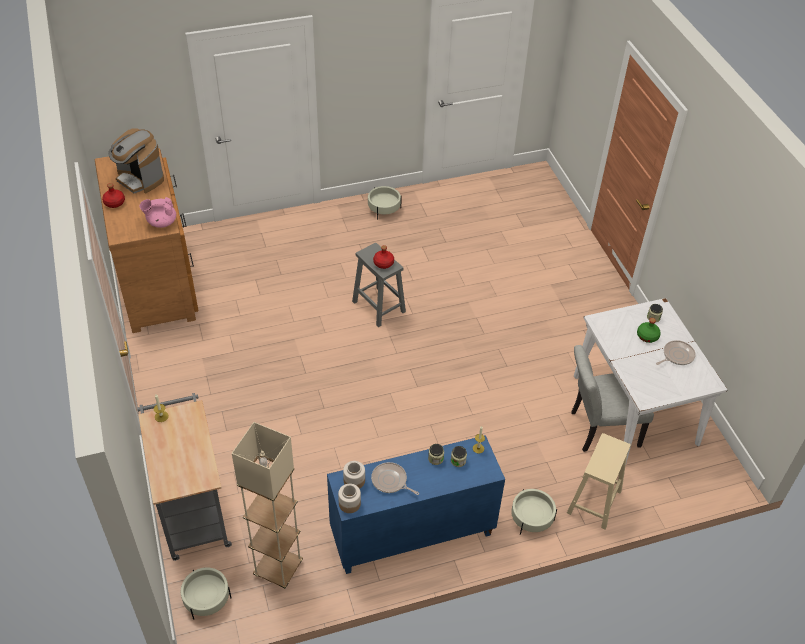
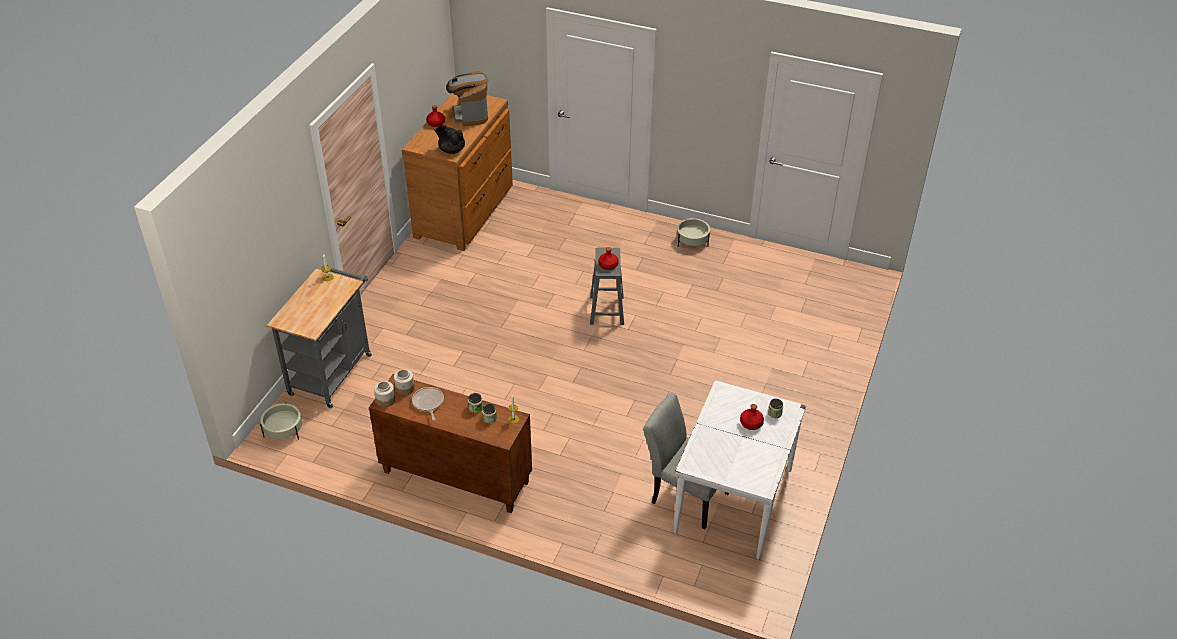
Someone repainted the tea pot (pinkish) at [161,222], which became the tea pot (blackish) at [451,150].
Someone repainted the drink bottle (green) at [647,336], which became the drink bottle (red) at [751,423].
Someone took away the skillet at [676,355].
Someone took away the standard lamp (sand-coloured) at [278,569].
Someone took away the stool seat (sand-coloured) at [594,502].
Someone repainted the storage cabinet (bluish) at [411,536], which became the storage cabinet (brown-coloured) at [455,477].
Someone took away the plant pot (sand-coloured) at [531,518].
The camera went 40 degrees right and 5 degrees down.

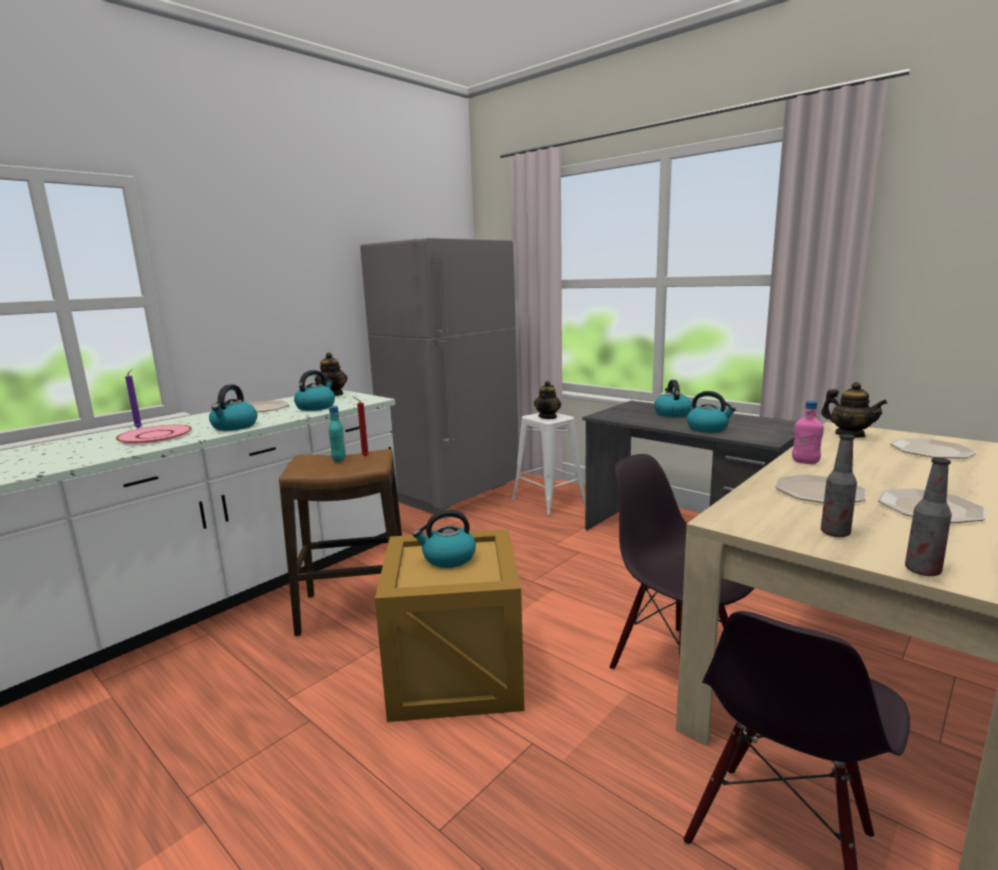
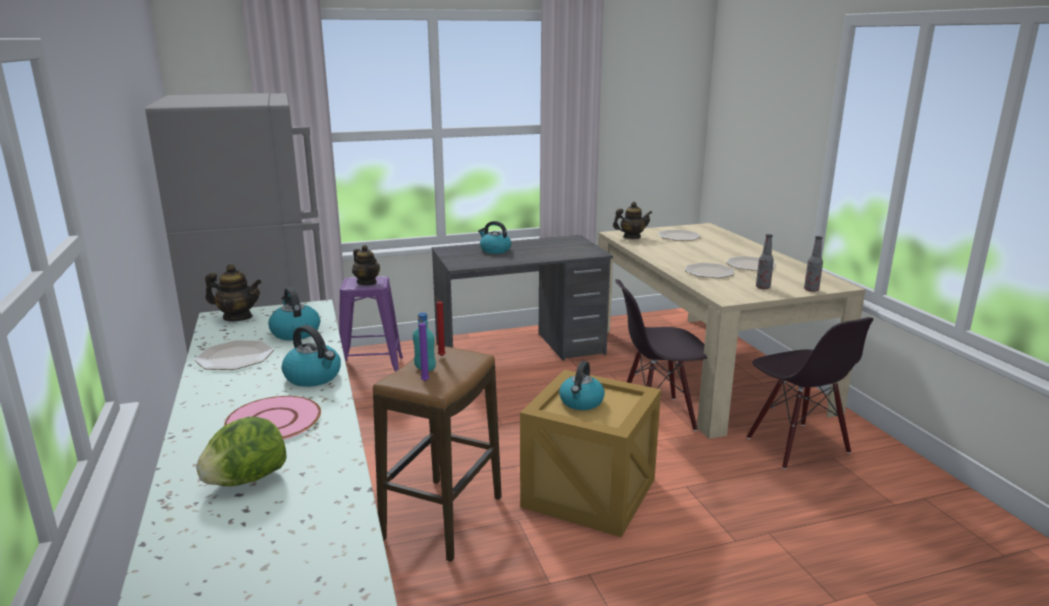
Someone carried the candle (purplish) from [139,427] to [424,380].
Someone took away the tea kettle at [708,428].
Someone took away the drink bottle (pinkish) at [805,462].
Someone repainted the stool seat (white) at [548,500], which became the stool seat (purplish) at [371,369].
Someone put down the head of lettuce at [246,480].
The camera went 60 degrees left and 5 degrees up.

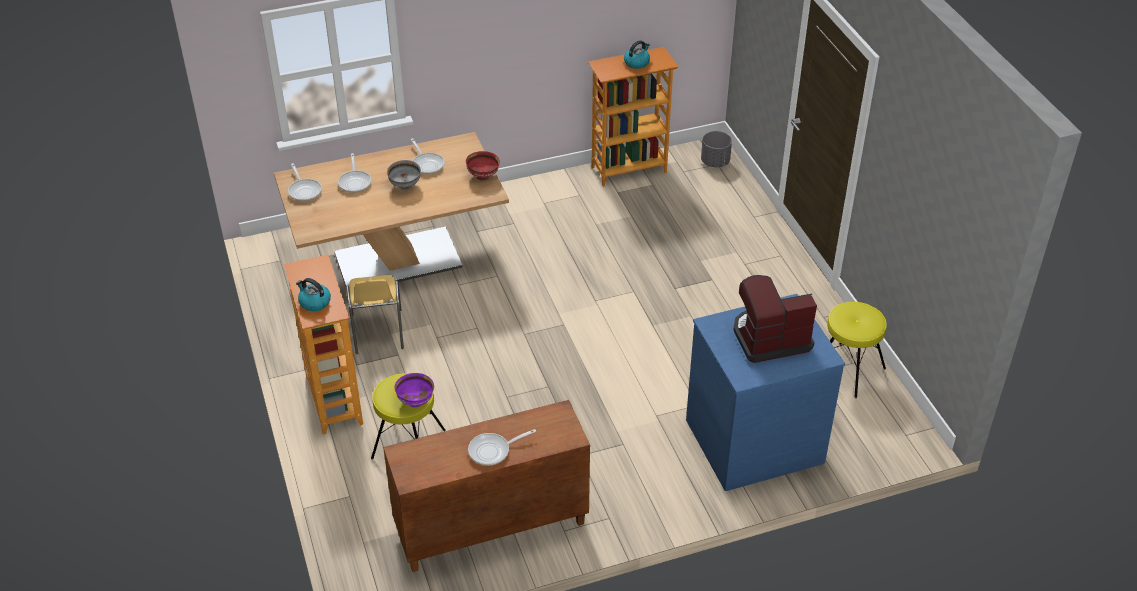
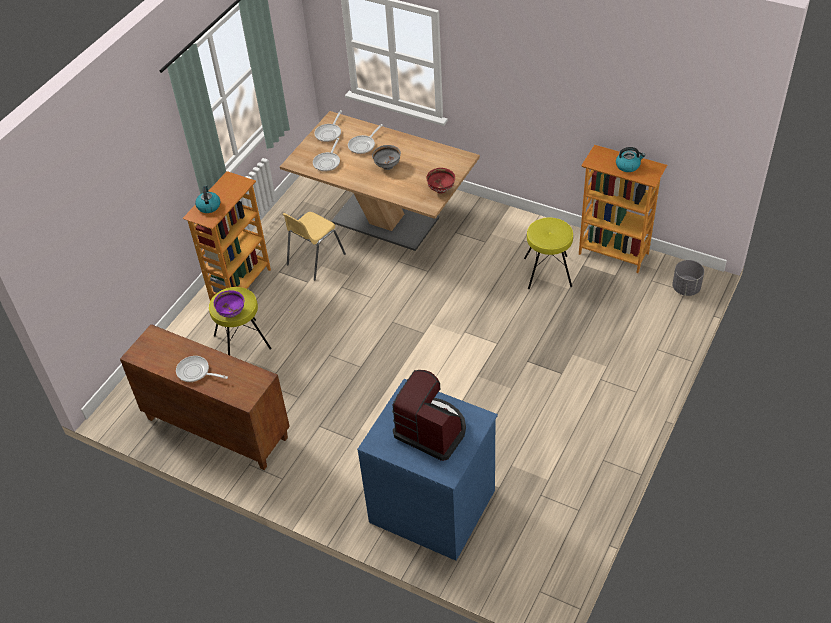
Someone carried the skillet from [427,164] to [328,162].
Someone carried the stool seat (yellowish) from [847,369] to [548,272].
The camera went 50 degrees right and 5 degrees up.

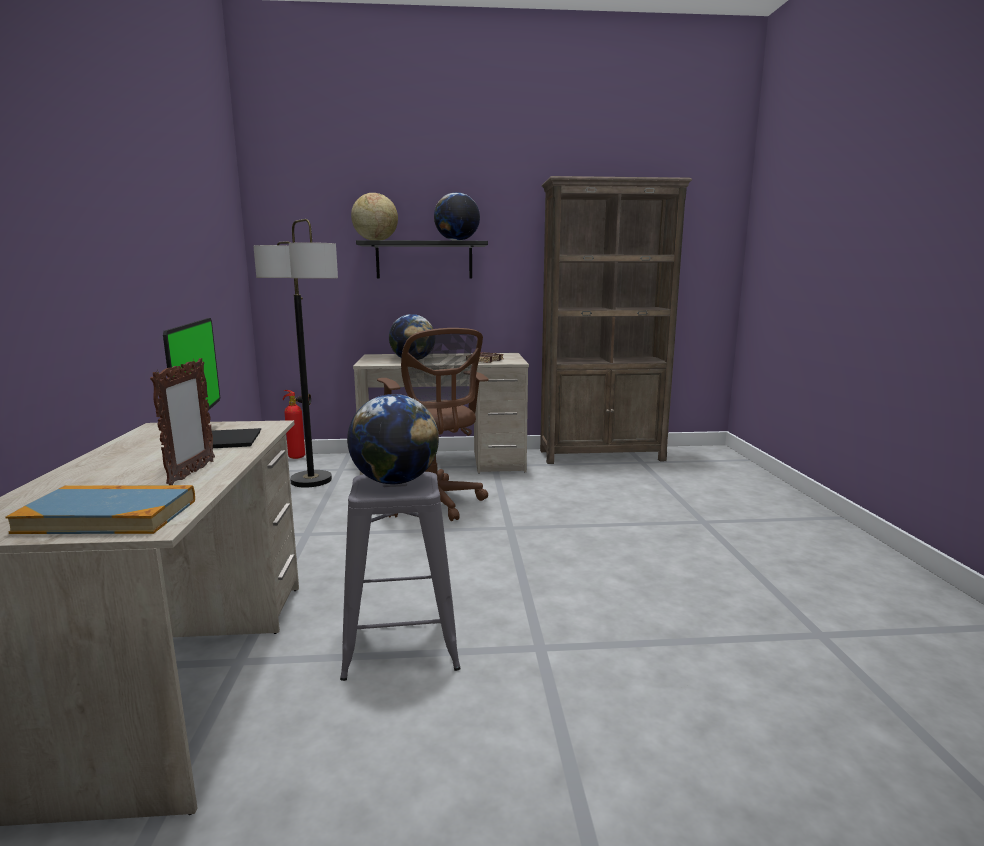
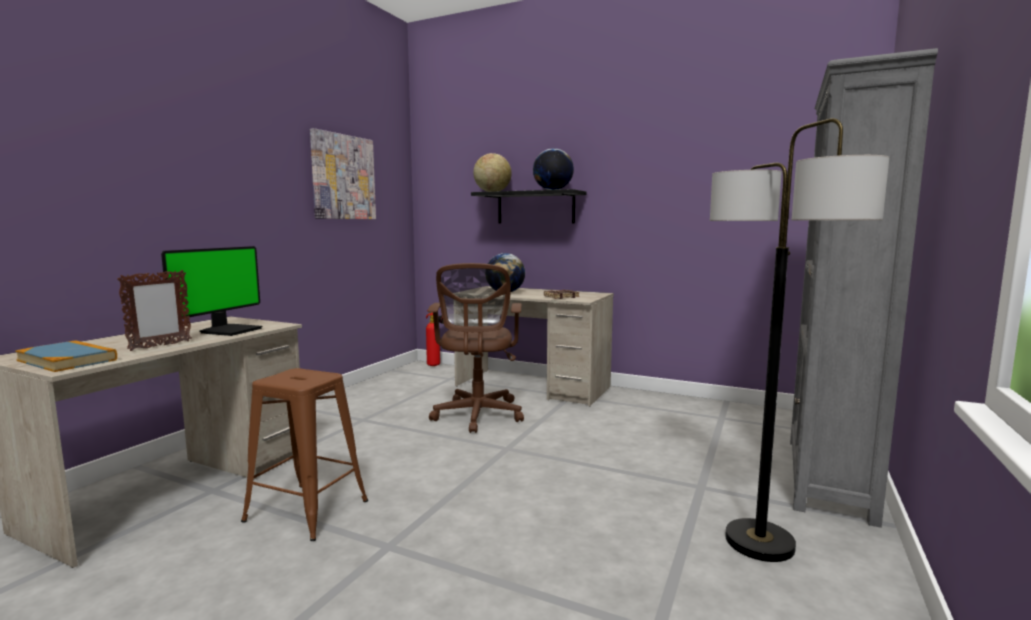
Someone took away the bookcase (brown-coloured) at [602,455].
Someone carried the standard lamp from [311,480] to [759,542].
Someone took away the globe at [395,481].
Someone repainted the stool seat (gray) at [401,644], which became the stool seat (brown-coloured) at [307,511].
Someone put down the bookcase (gray) at [828,478].
Someone put up the wall art at [343,177].
The camera went 30 degrees right and 5 degrees down.

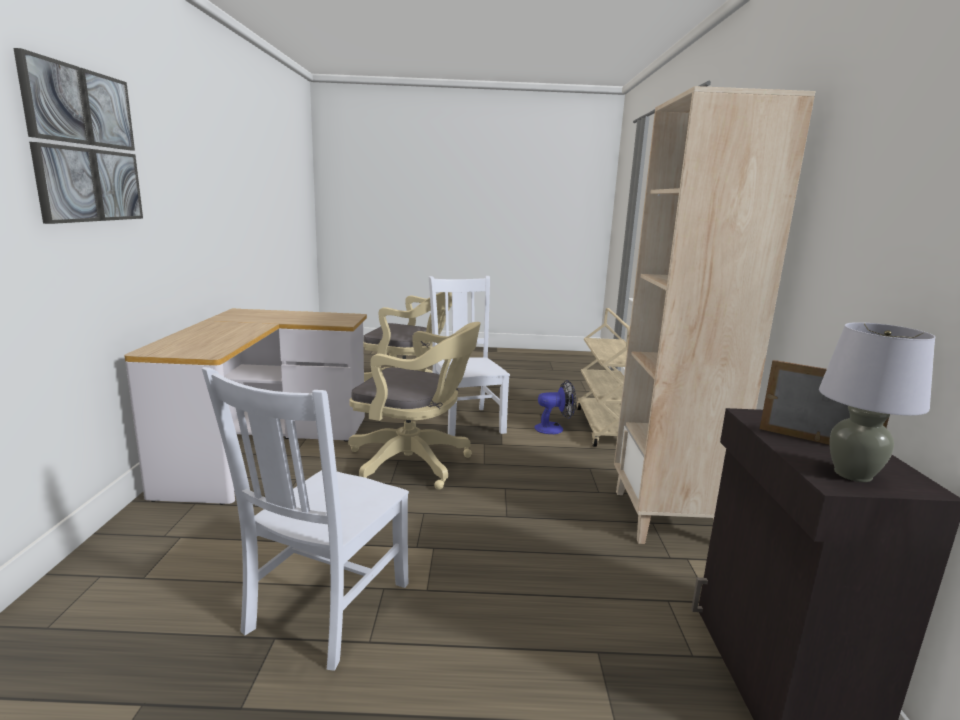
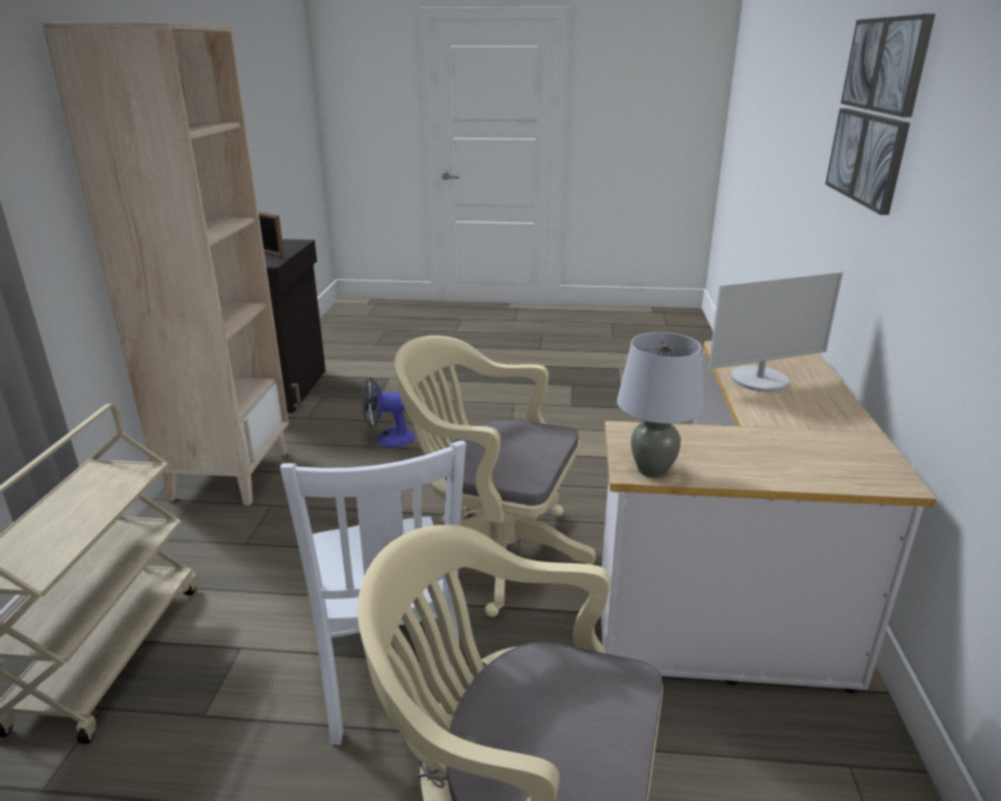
Someone carried the table lamp (gray) from [853,474] to [652,470].
Someone took away the chair (white) at [325,610].
Someone carried the cooling fan from [554,428] to [388,438].
Someone put down the computer screen at [760,380].
The camera went 175 degrees left and 10 degrees up.

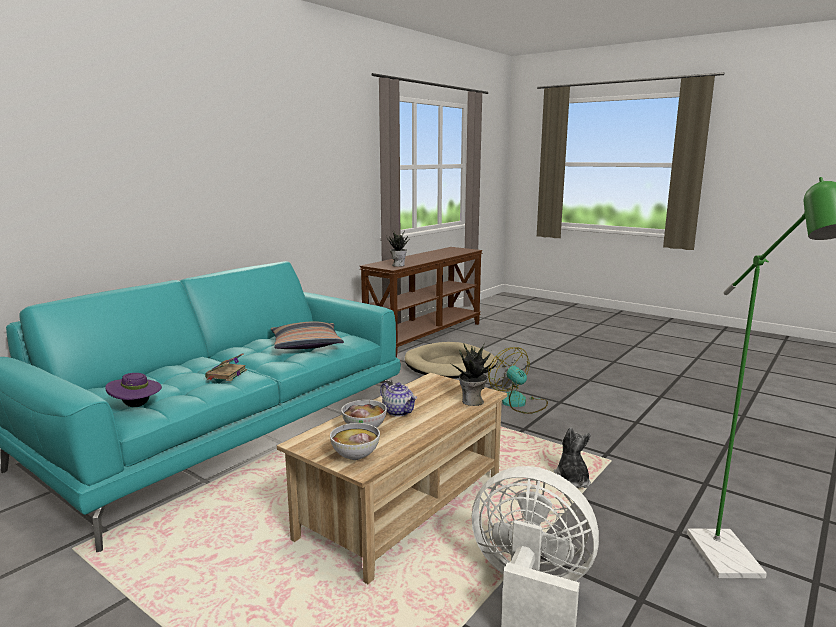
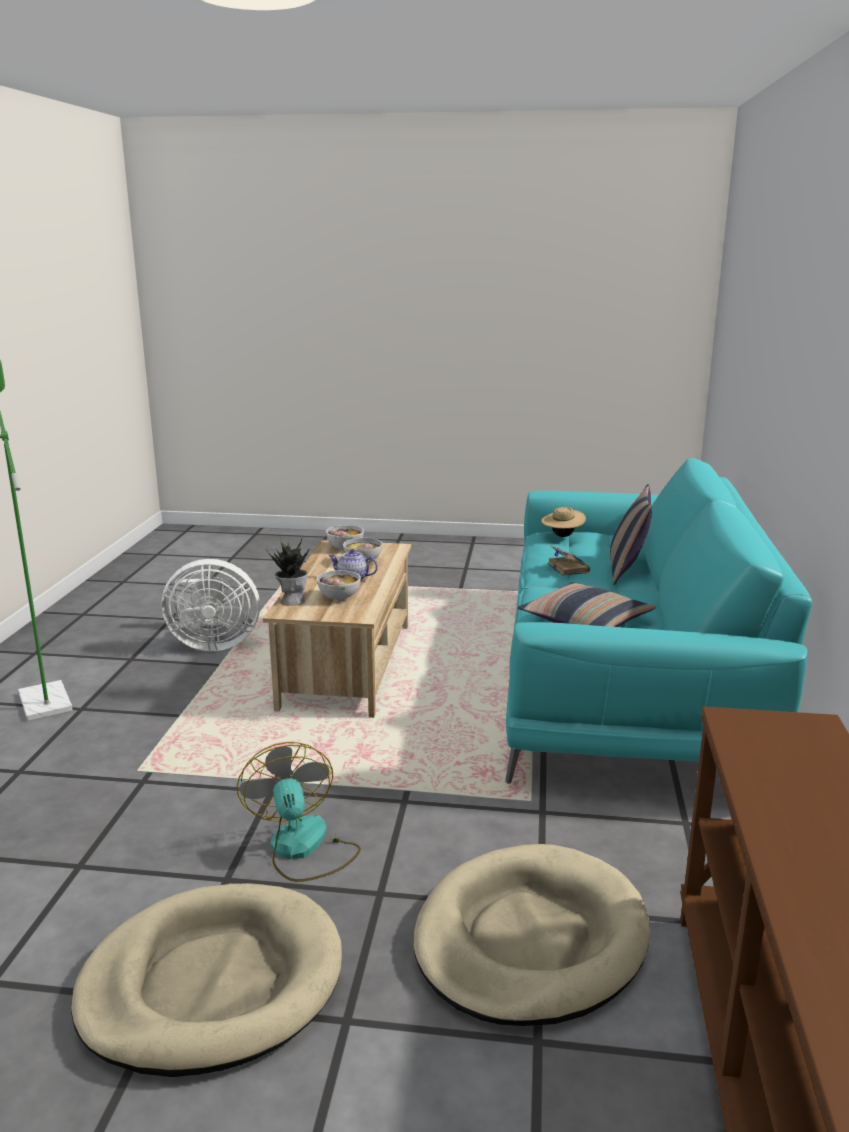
Someone took away the plant in a pot at [398,265].
Someone rotated the cooling fan at [519,403] by 135 degrees counterclockwise.
Someone repainted the wearable hat (purplish) at [136,406], which became the wearable hat (sand-coloured) at [562,536].
Someone took away the plush toy at [571,481].
Someone put down the pillow at [627,571].
Someone put down the serving bowl at [339,598].
Someone put down the dog bed (sand-coloured) at [212,983].
The camera went 150 degrees right and 5 degrees up.

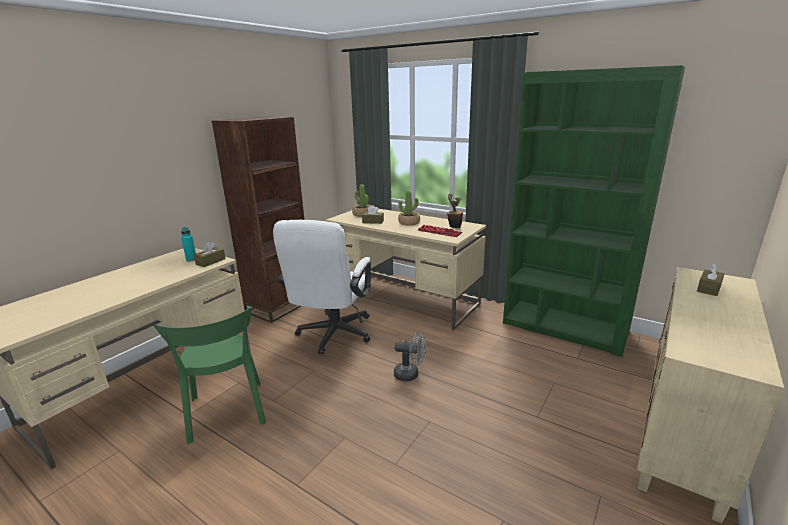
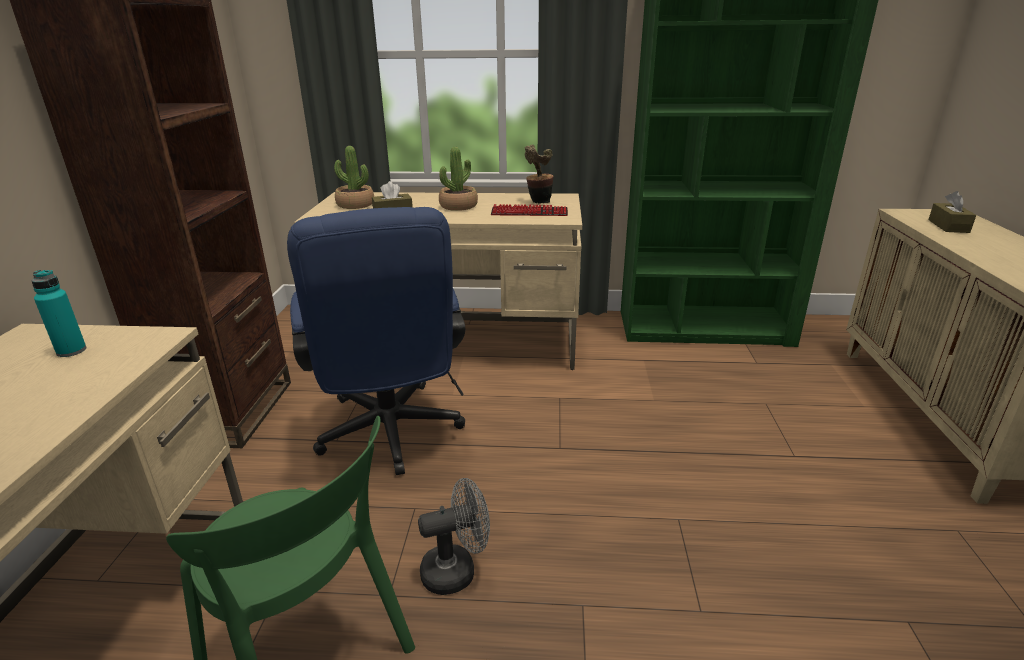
Someone repainted the computer chair (white) at [332,336], which became the computer chair (bluish) at [391,436].
Someone took away the tissue box (brown-coloured) at [210,261].
Someone carried the cooling fan (gray) from [410,374] to [457,570].
The camera went 30 degrees left and 5 degrees up.

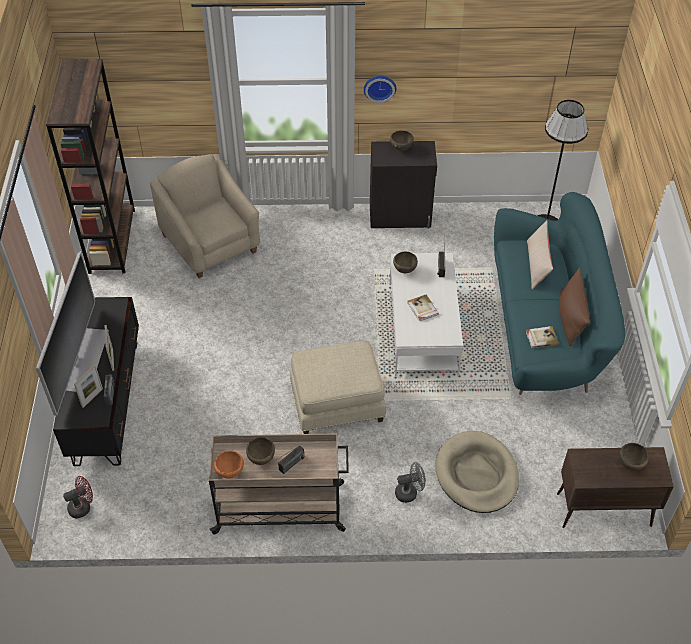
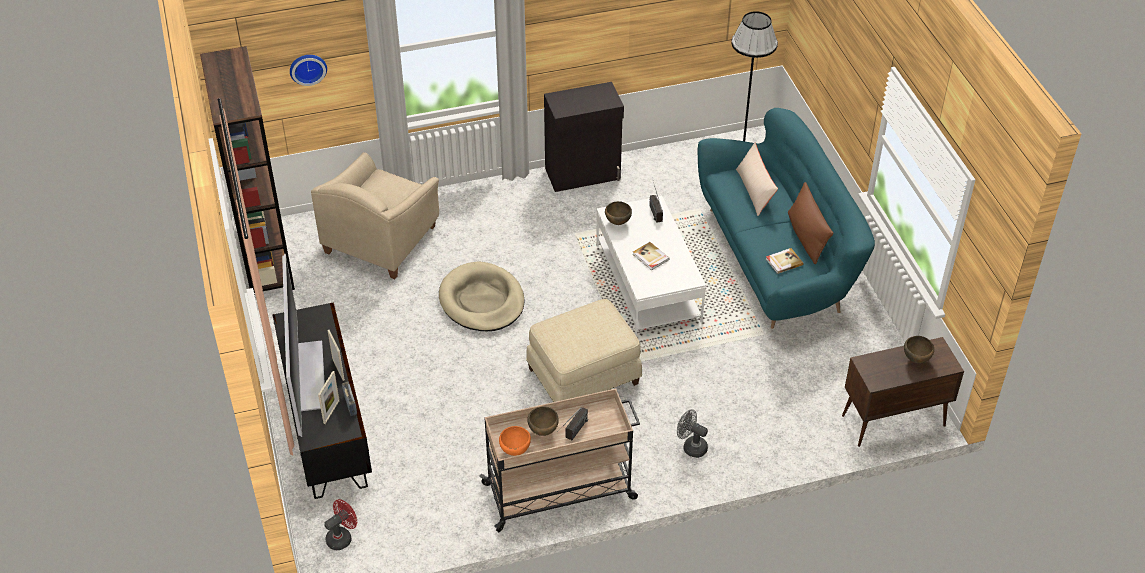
Someone carried the hanging clock from [379,87] to [307,68].
Someone took away the serving bowl (brown-coloured) at [401,149].
Someone rotated the armchair (sand-coloured) at [211,243] by 105 degrees counterclockwise.
Someone carried the dog bed (sand-coloured) from [476,474] to [482,301].
Someone rotated the cooling fan (gray) at [409,492] by 120 degrees counterclockwise.
The camera went 15 degrees left and 5 degrees down.

